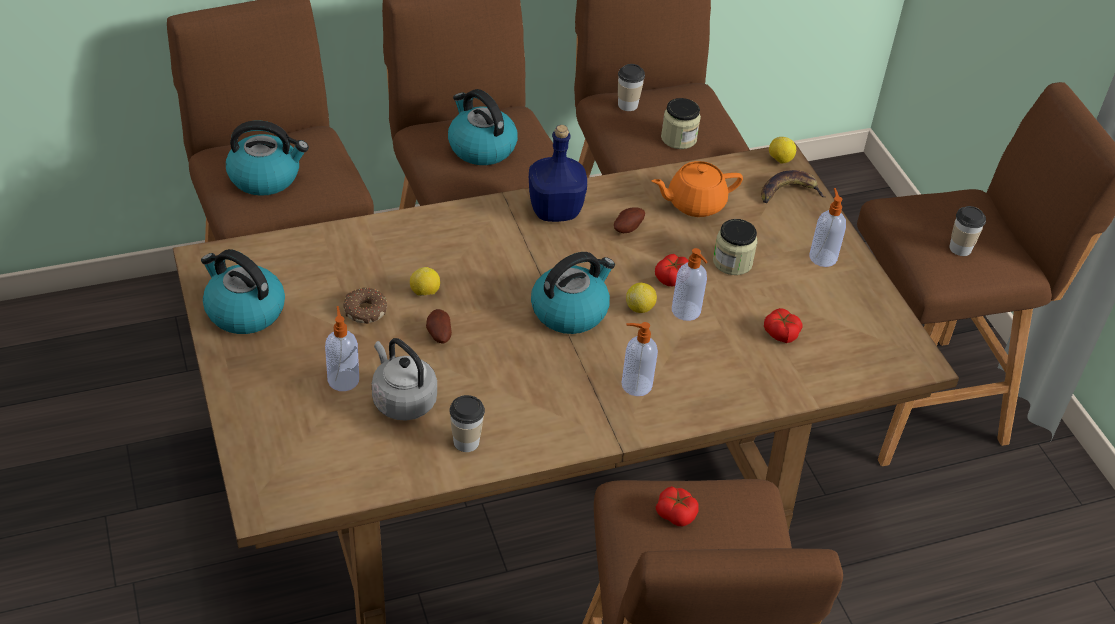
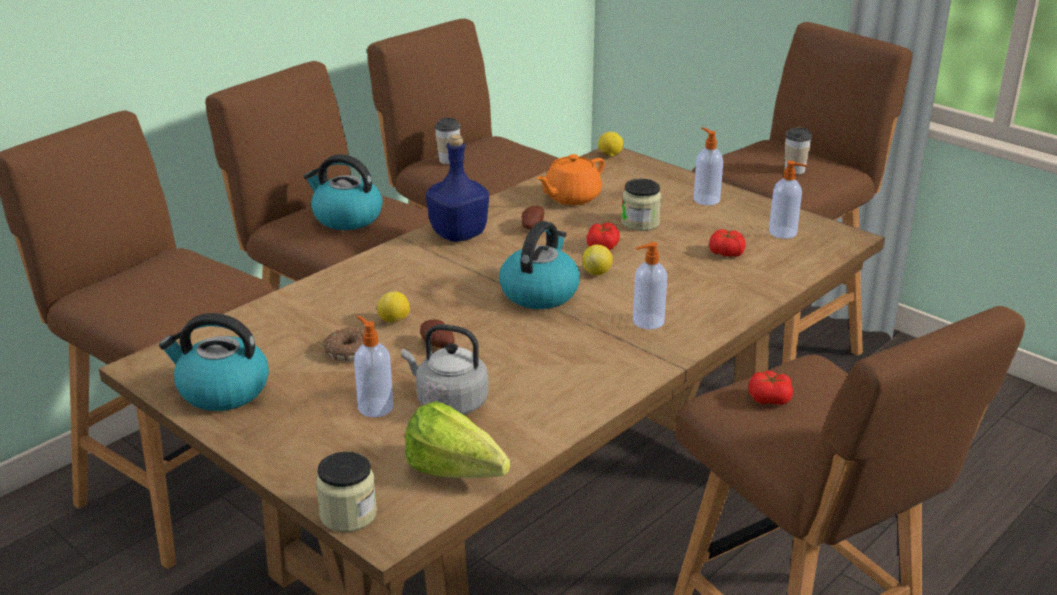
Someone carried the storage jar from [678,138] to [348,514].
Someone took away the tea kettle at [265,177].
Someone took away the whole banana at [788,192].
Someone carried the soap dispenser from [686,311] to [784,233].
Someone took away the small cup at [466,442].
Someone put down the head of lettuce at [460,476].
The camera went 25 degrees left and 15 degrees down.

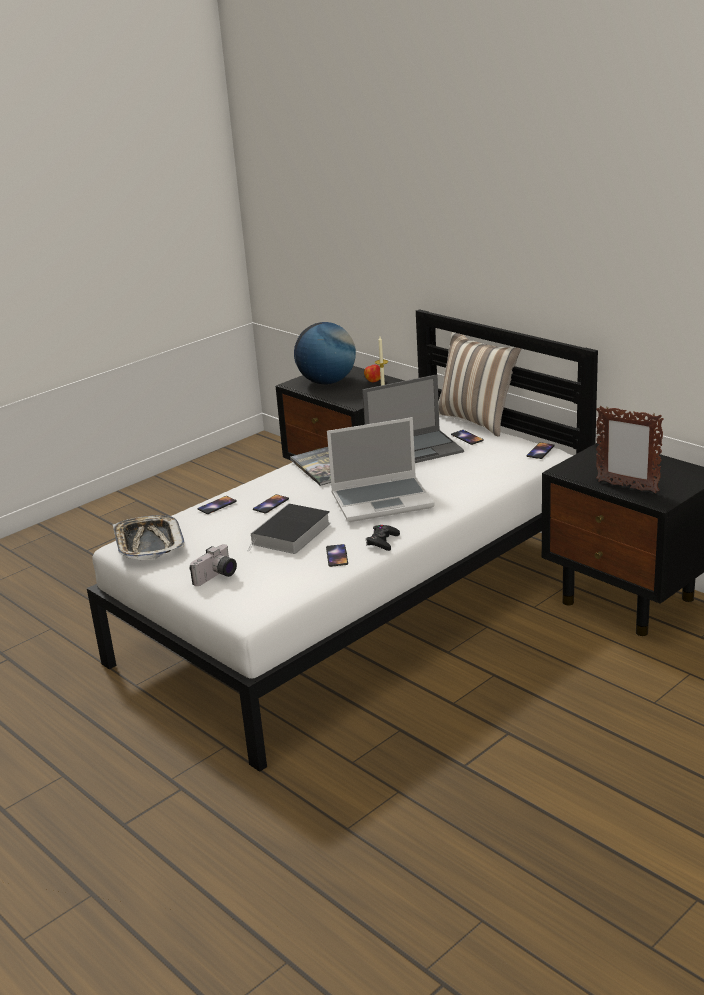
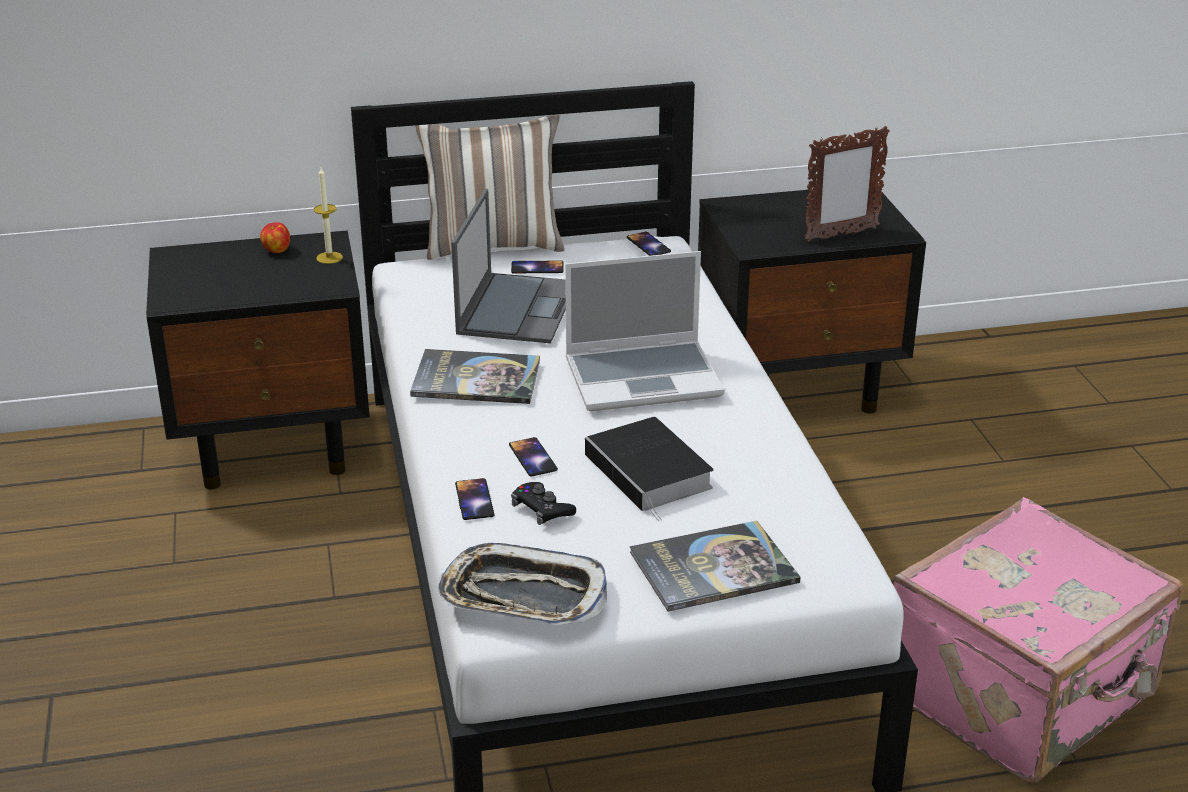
Someone took away the globe at [327,382].
Someone rotated the notebook computer at [383,500] by 60 degrees clockwise.
Someone carried the gamepad (blackish) from [382,541] to [542,509].
Someone swapped the still camera at [217,577] for the bound book at [713,568].
Someone took away the telephone at [337,556].
Someone put down the suitcase (pinkish) at [1023,696].
The camera went 60 degrees left and 5 degrees up.

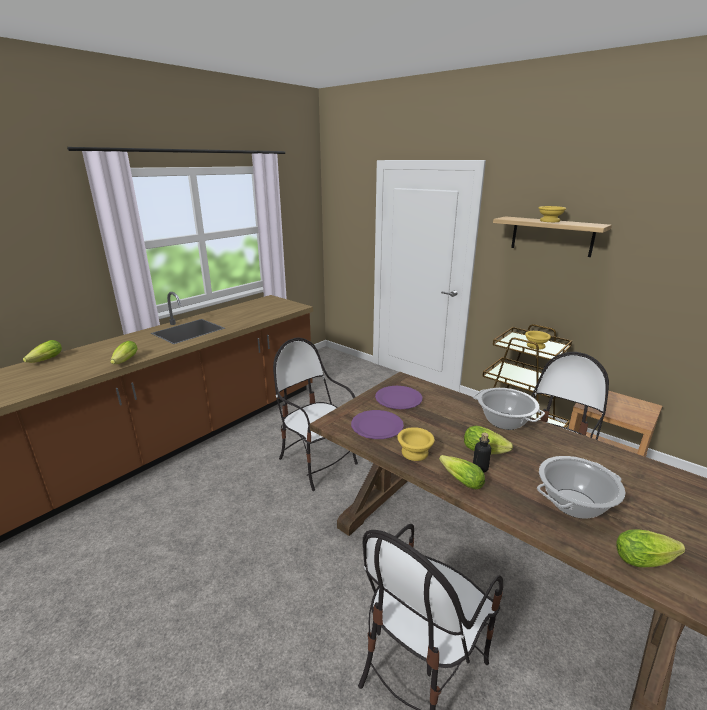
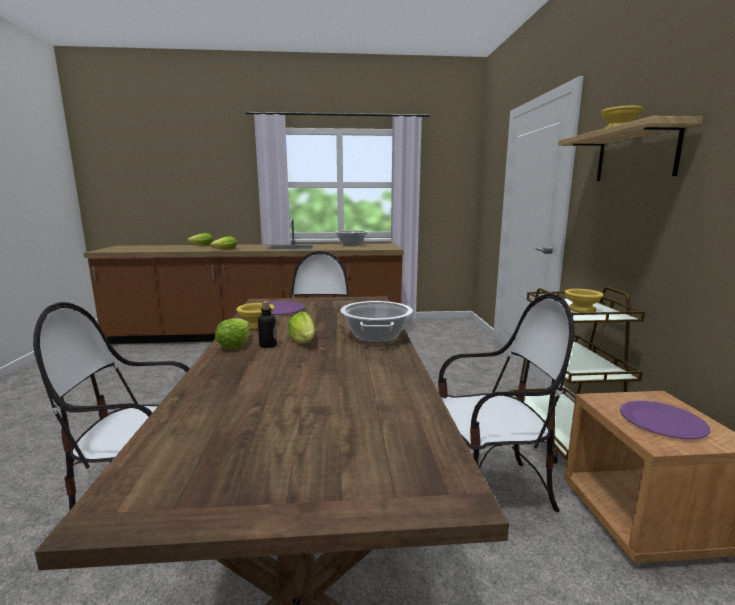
Someone carried the dinner plate (purplish) from [398,399] to [662,421].
Someone carried the stockpot from [574,504] to [351,244].
Someone took away the head of lettuce at [647,559].
The camera went 45 degrees right and 10 degrees down.

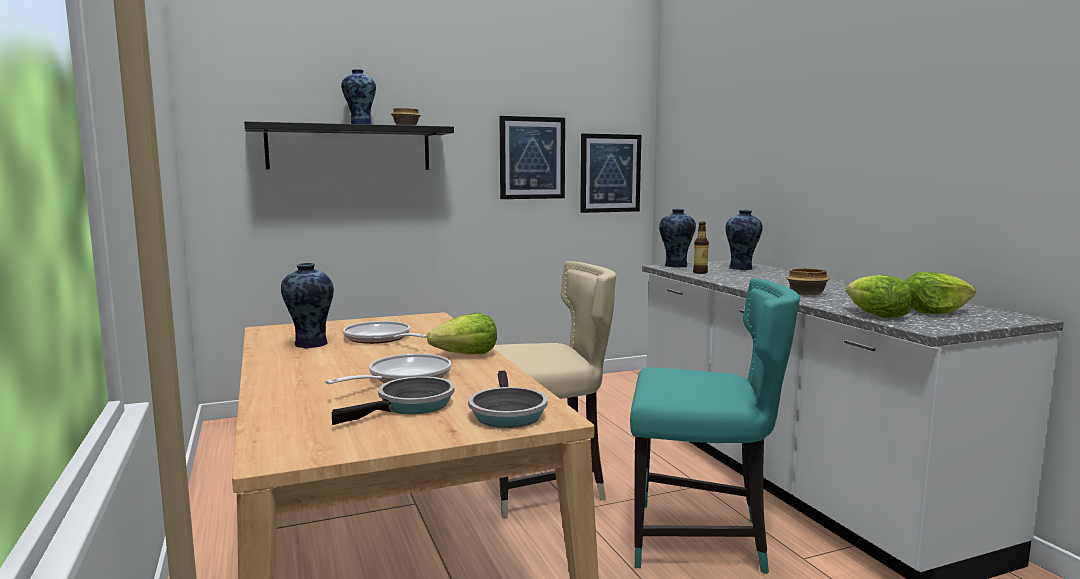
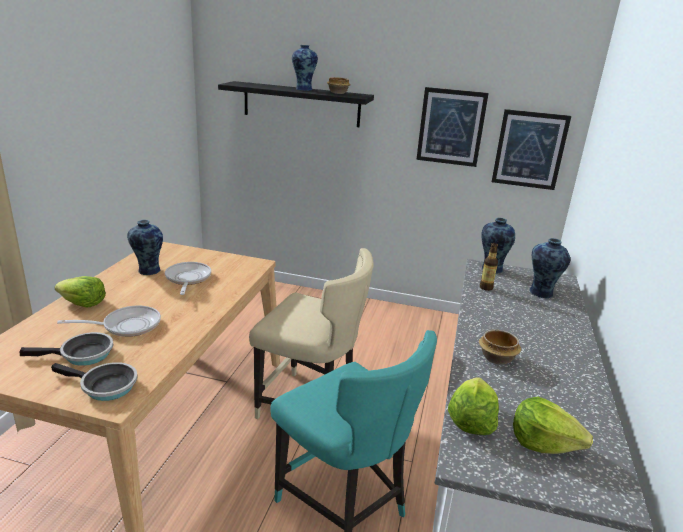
Someone carried the head of lettuce from [466,355] to [83,303].
Someone rotated the skillet at [506,413] by 105 degrees counterclockwise.
The camera went 35 degrees right and 15 degrees up.

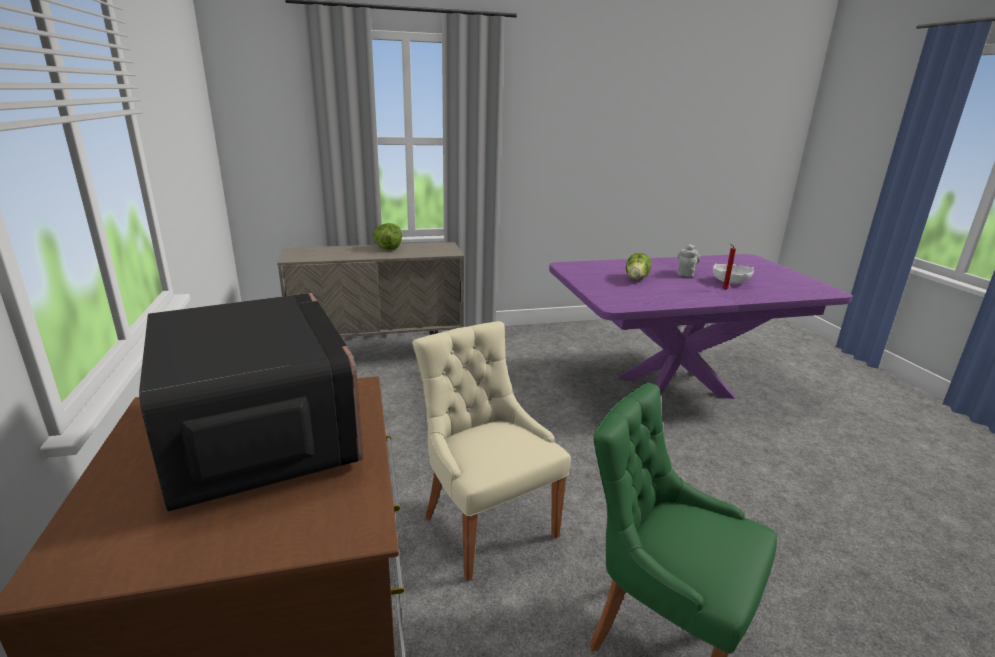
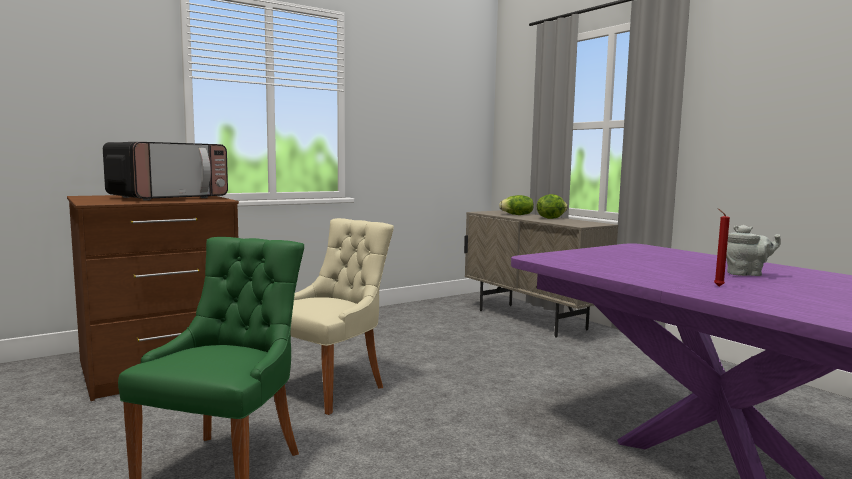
Someone carried the head of lettuce from [637,278] to [517,215].
Someone took away the serving bowl (white) at [730,282].
The camera went 70 degrees right and 15 degrees down.

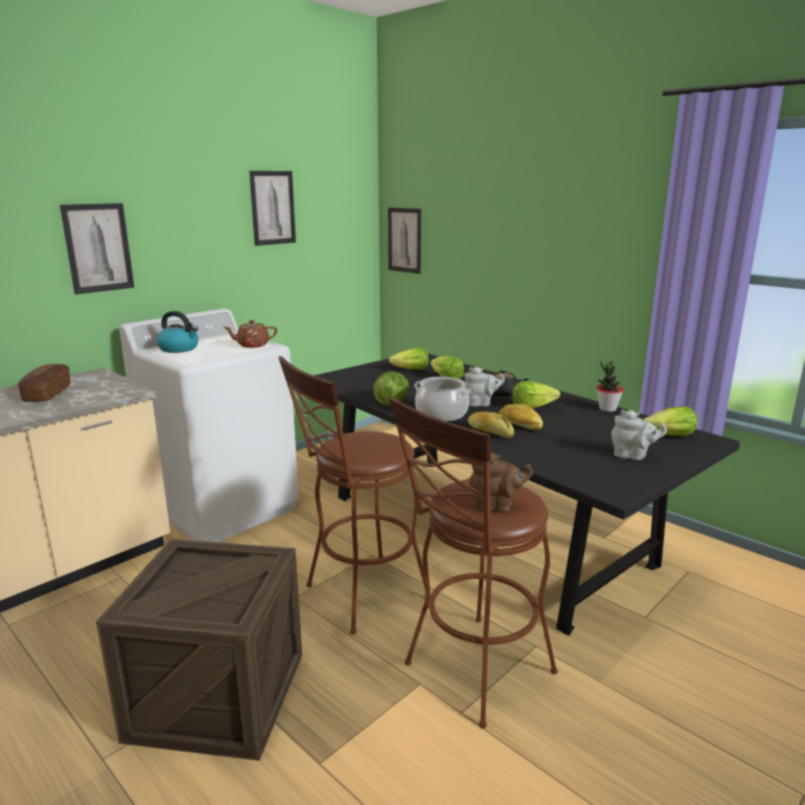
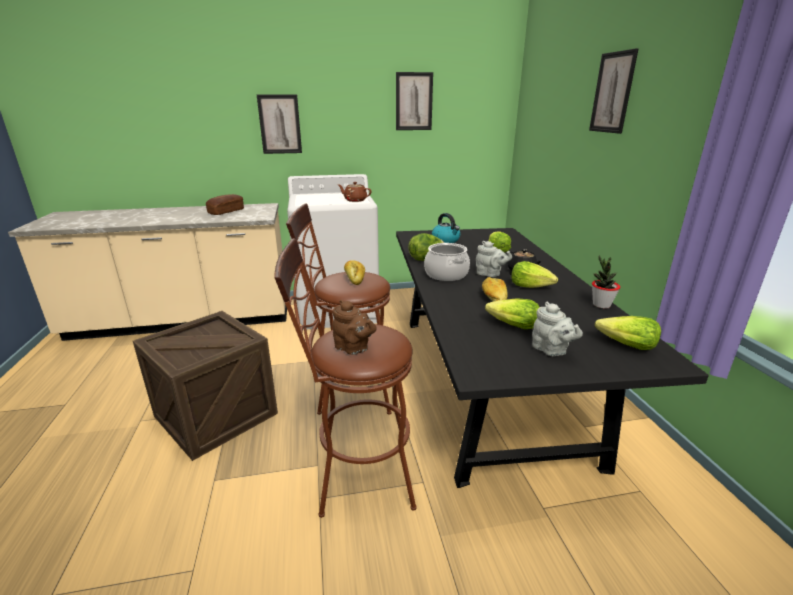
Someone carried the wall art from [404,240] to [612,93].
Someone carried the tea kettle from [179,349] to [446,240].
Someone carried the head of lettuce from [411,370] to [513,326].
Someone carried the bakery bread from [490,432] to [355,278].
The camera went 35 degrees right and 5 degrees up.

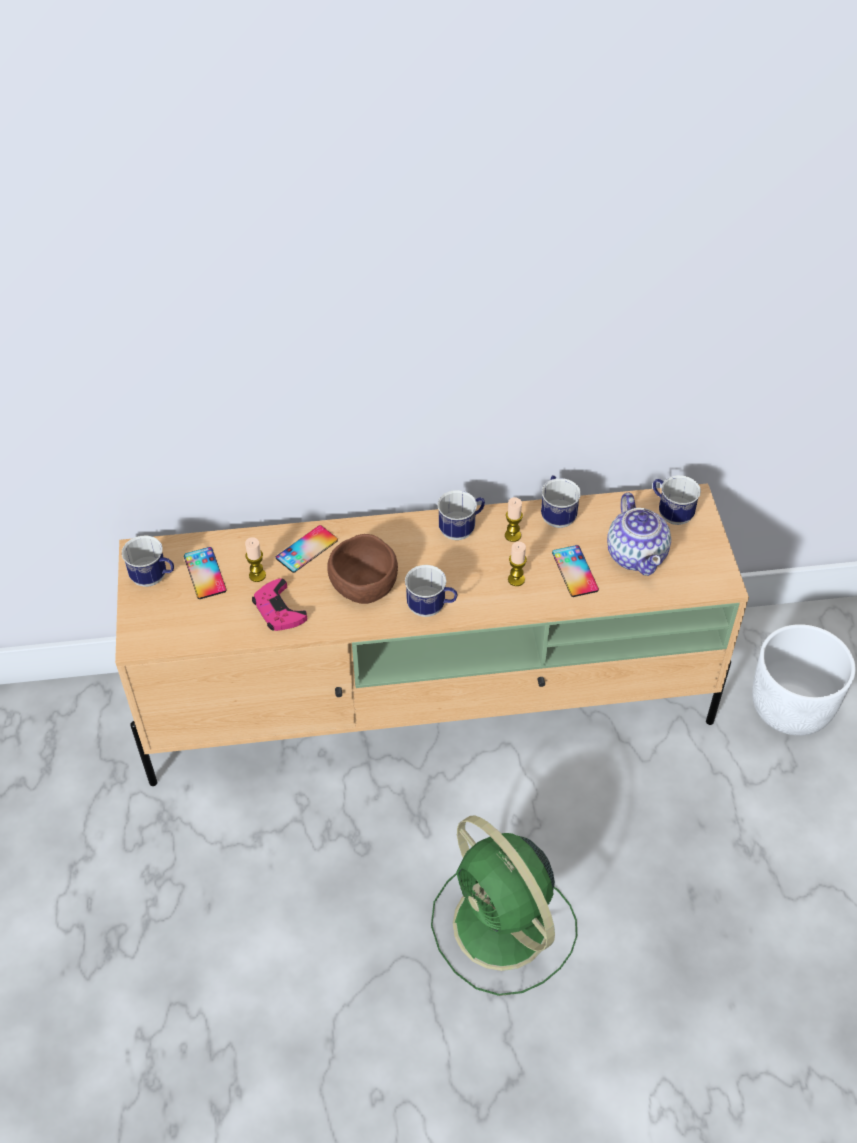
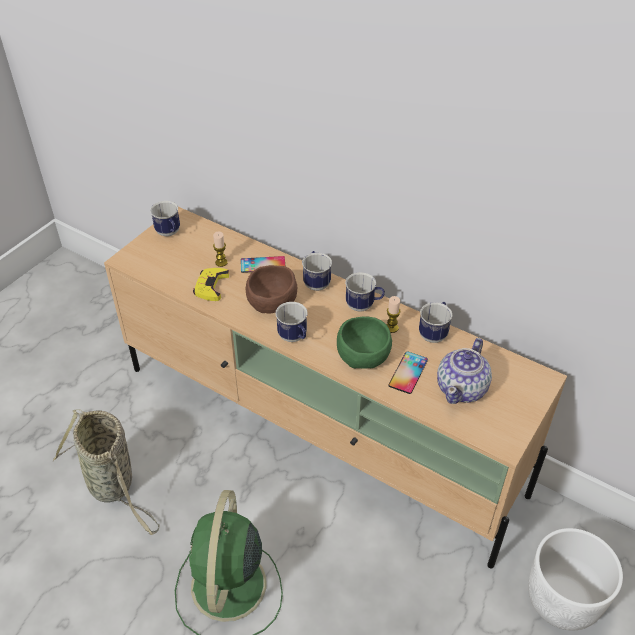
Someone carried the mug from [670,513] to [316,282].
Someone swapped the candle at [516,579] for the serving bowl (green) at [364,354].
Someone took away the telephone at [205,573].
Someone repainted the gamepad (pinkish) at [279,610], which became the gamepad (yellowish) at [211,286].
Someone put down the storage basket at [113,486].
The camera went 40 degrees right and 5 degrees down.

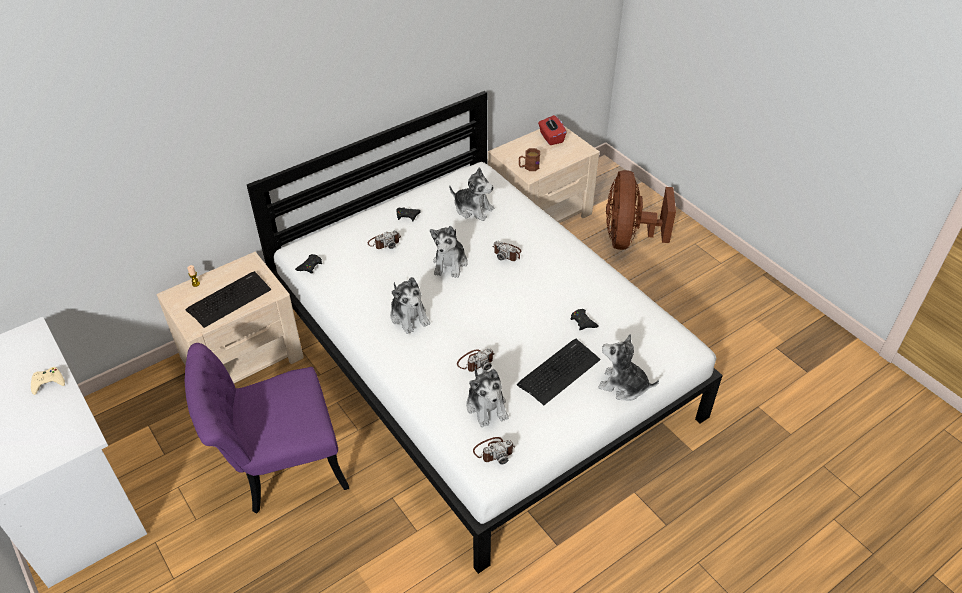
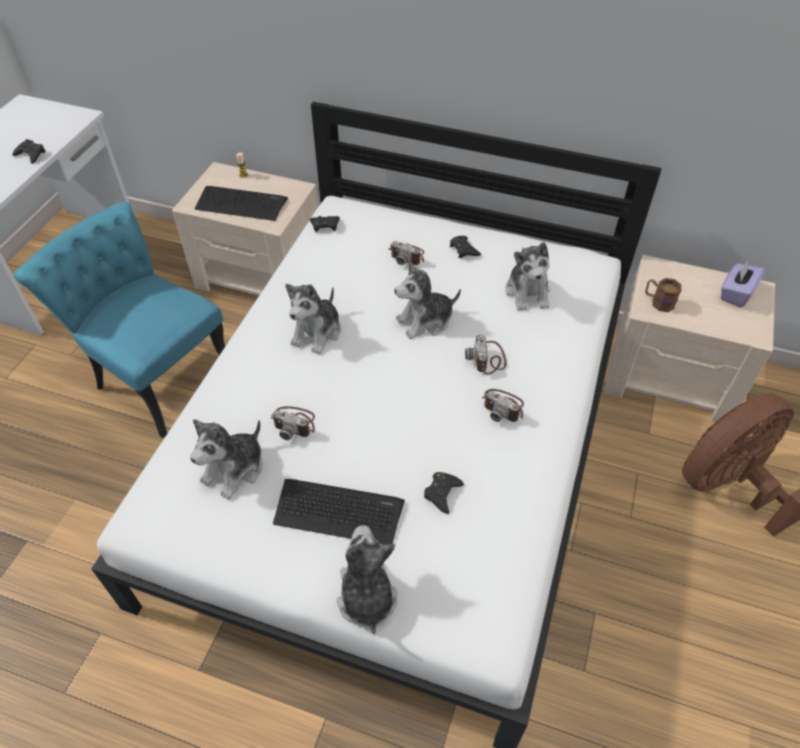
Someone repainted the tissue box (red) at [551,138], which became the tissue box (purplish) at [736,293].
Someone repainted the chair (purplish) at [279,467], which became the chair (turquoise-coloured) at [156,373].
Someone repainted the gamepad (sand-coloured) at [48,382], which became the gamepad (blackish) at [31,154].
Someone carried the still camera from [494,451] to [503,407].
The camera went 55 degrees right and 5 degrees up.

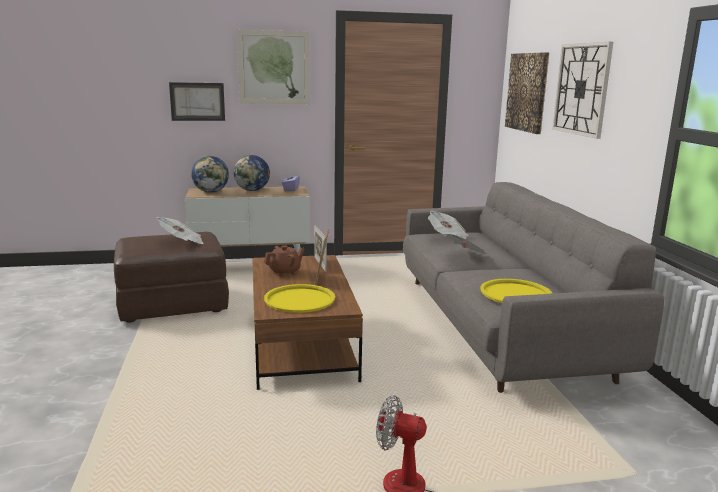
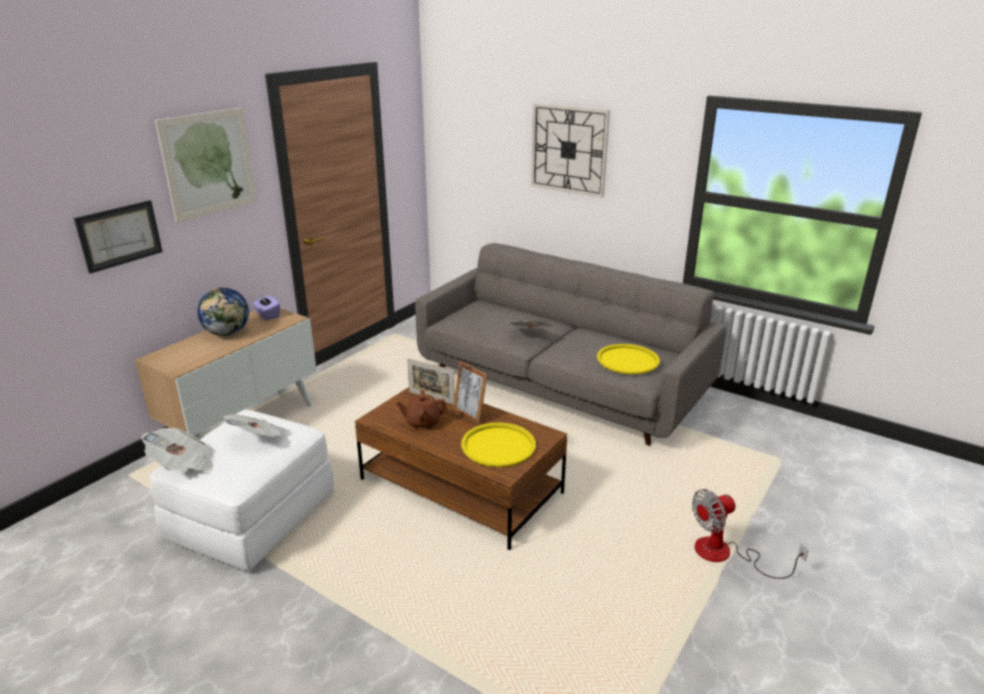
Someone took away the wall art at [527,92].
Someone took away the globe at [211,192].
Someone carried the printed paper from [447,238] to [183,465].
Someone repainted the pouffe (brown-coloured) at [173,303], which became the pouffe (white) at [253,516].
Someone rotated the tea pot (brown-coloured) at [285,272] by 105 degrees counterclockwise.
The camera went 45 degrees left and 10 degrees up.

